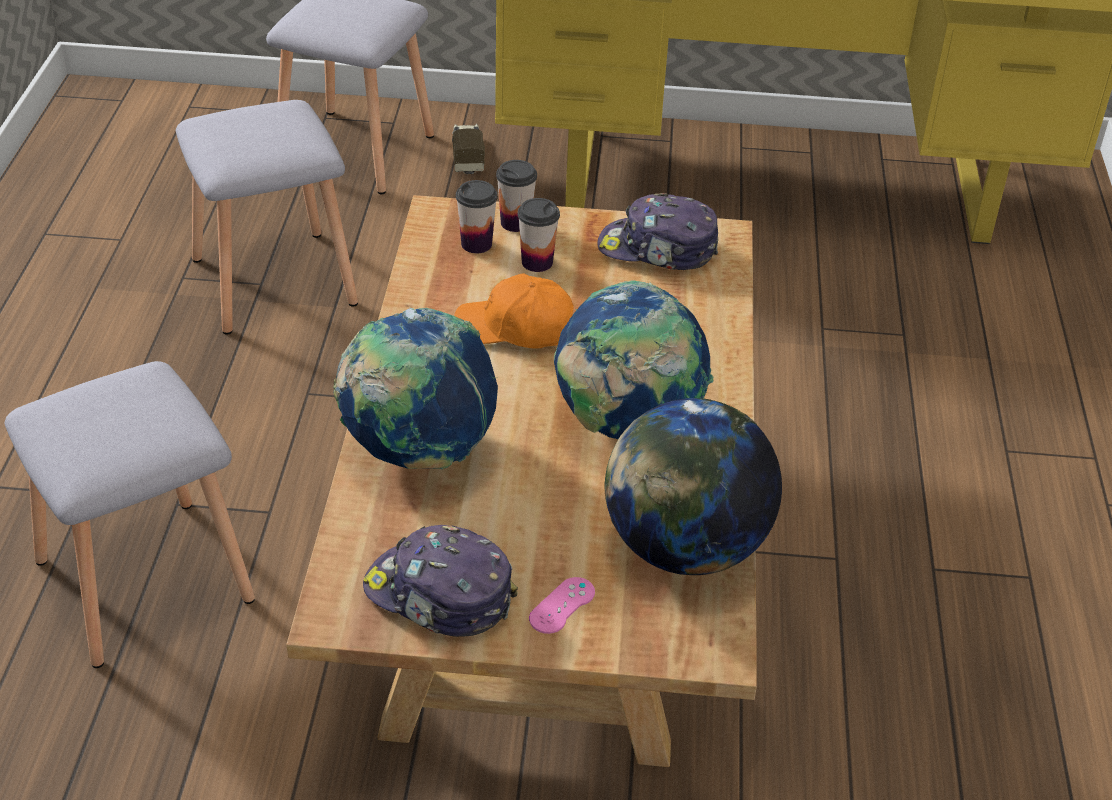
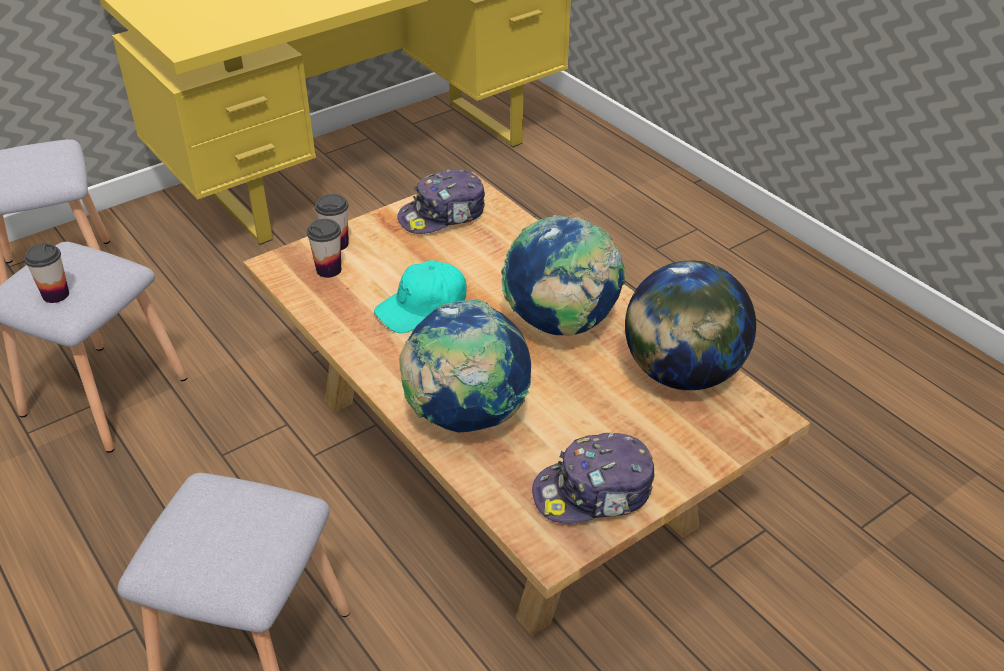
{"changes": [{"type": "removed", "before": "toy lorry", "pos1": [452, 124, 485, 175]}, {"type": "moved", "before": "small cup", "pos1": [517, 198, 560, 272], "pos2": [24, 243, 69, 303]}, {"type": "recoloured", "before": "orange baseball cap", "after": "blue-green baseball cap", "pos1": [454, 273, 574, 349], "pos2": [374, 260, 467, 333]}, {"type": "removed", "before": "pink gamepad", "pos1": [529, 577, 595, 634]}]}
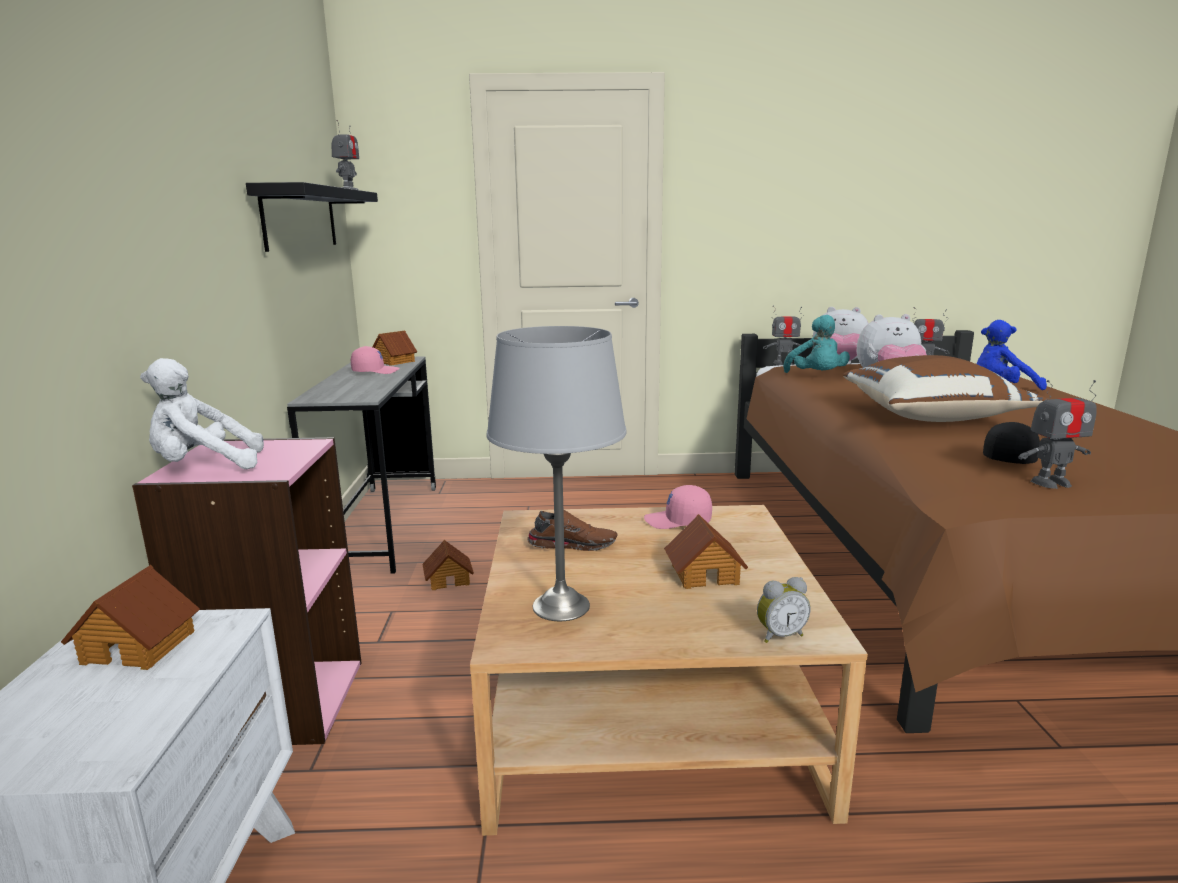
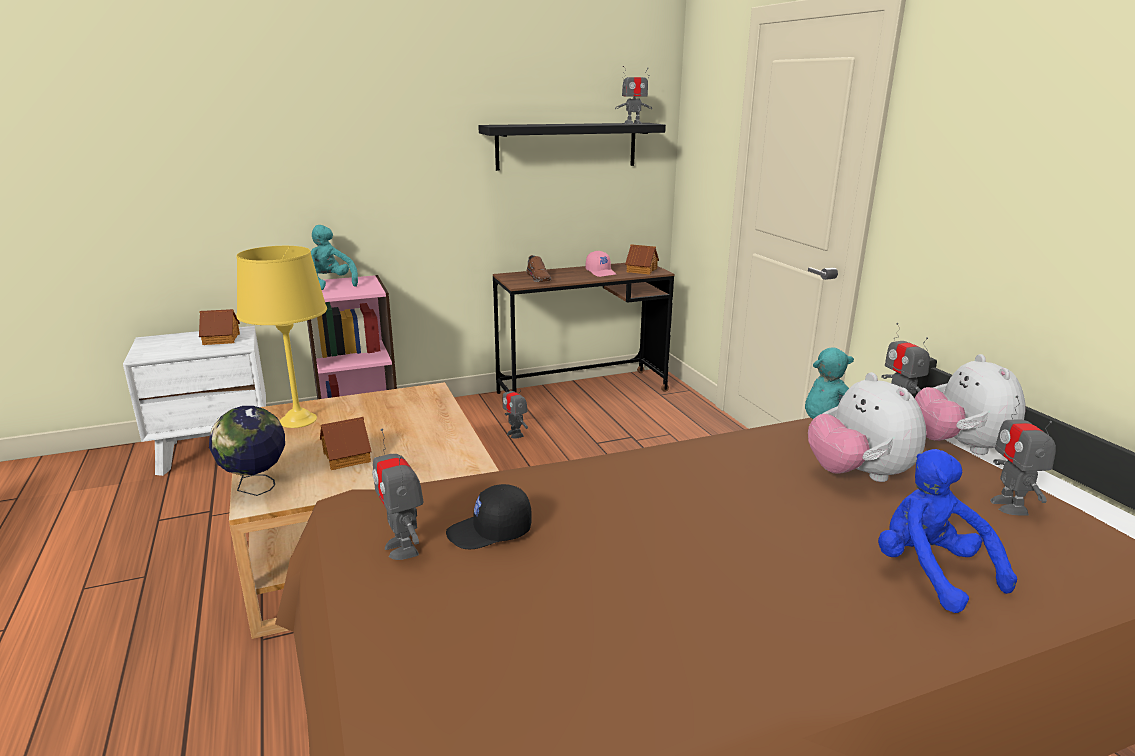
{"changes": [{"type": "recoloured", "before": "greyish table lamp", "after": "yellowish table lamp", "pos1": [486, 326, 627, 621], "pos2": [236, 246, 327, 428]}, {"type": "removed", "before": "brown-coloured cushion", "pos1": [843, 355, 1048, 422]}, {"type": "recoloured", "before": "greyish desk table", "after": "brown-coloured desk table", "pos1": [287, 356, 436, 574], "pos2": [493, 263, 674, 394]}, {"type": "recoloured", "before": "white-coloured soft toy", "after": "blue-green soft toy", "pos1": [140, 358, 264, 469], "pos2": [311, 225, 358, 290]}, {"type": "turned", "before": "black-coloured baseball cap", "pos1": [983, 422, 1040, 464], "pos2": [446, 484, 532, 549], "turn": 150}, {"type": "removed", "before": "pink baseball cap", "pos1": [644, 485, 712, 529]}, {"type": "moved", "before": "brown-coloured low shoe", "pos1": [527, 510, 617, 551], "pos2": [526, 255, 552, 282]}, {"type": "replaced", "before": "miniature house", "after": "toy robot", "pos1": [423, 540, 474, 590], "pos2": [503, 380, 528, 439]}, {"type": "replaced", "before": "alarm clock", "after": "globe", "pos1": [757, 577, 811, 643], "pos2": [209, 406, 285, 496]}]}
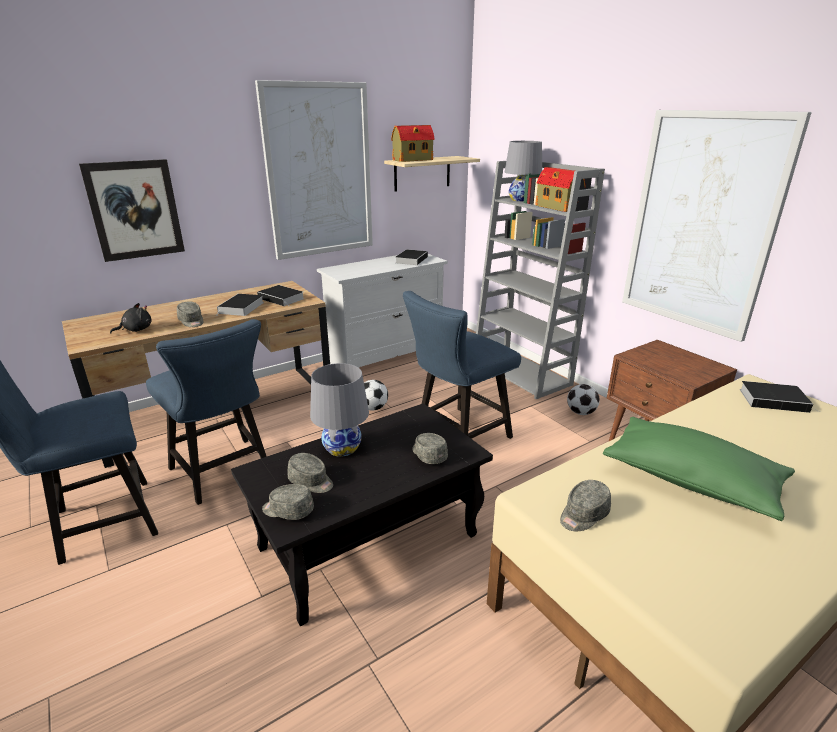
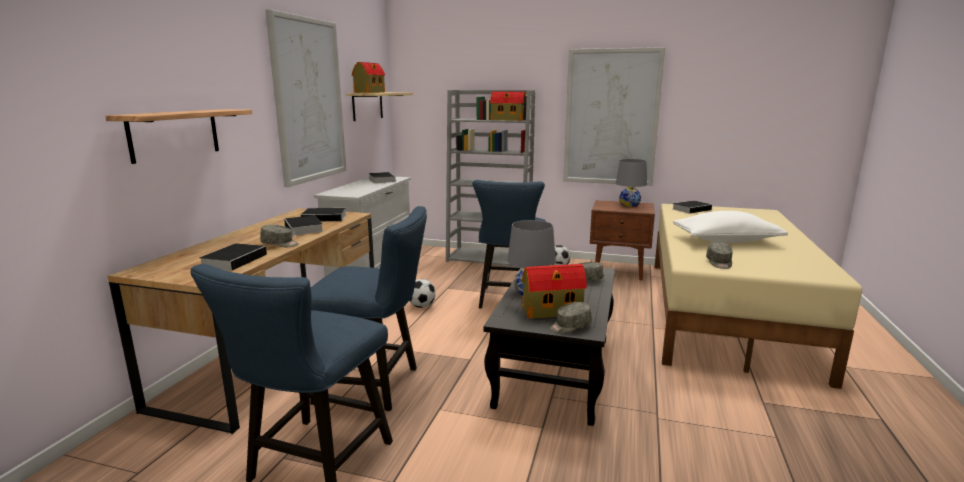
{"changes": [{"type": "moved", "before": "greyish table lamp", "pos1": [505, 141, 542, 202], "pos2": [615, 159, 647, 207]}, {"type": "replaced", "before": "wall picture", "after": "shelf", "pos1": [79, 159, 185, 262], "pos2": [105, 109, 252, 164]}, {"type": "replaced", "before": "black-coloured soft toy", "after": "book", "pos1": [110, 303, 152, 333], "pos2": [199, 243, 267, 271]}, {"type": "recoloured", "before": "green-coloured cushion", "after": "white-coloured cushion", "pos1": [603, 417, 795, 521], "pos2": [673, 211, 788, 243]}, {"type": "replaced", "before": "greyish baseball cap", "after": "miniature house", "pos1": [287, 453, 333, 493], "pos2": [522, 264, 587, 319]}]}
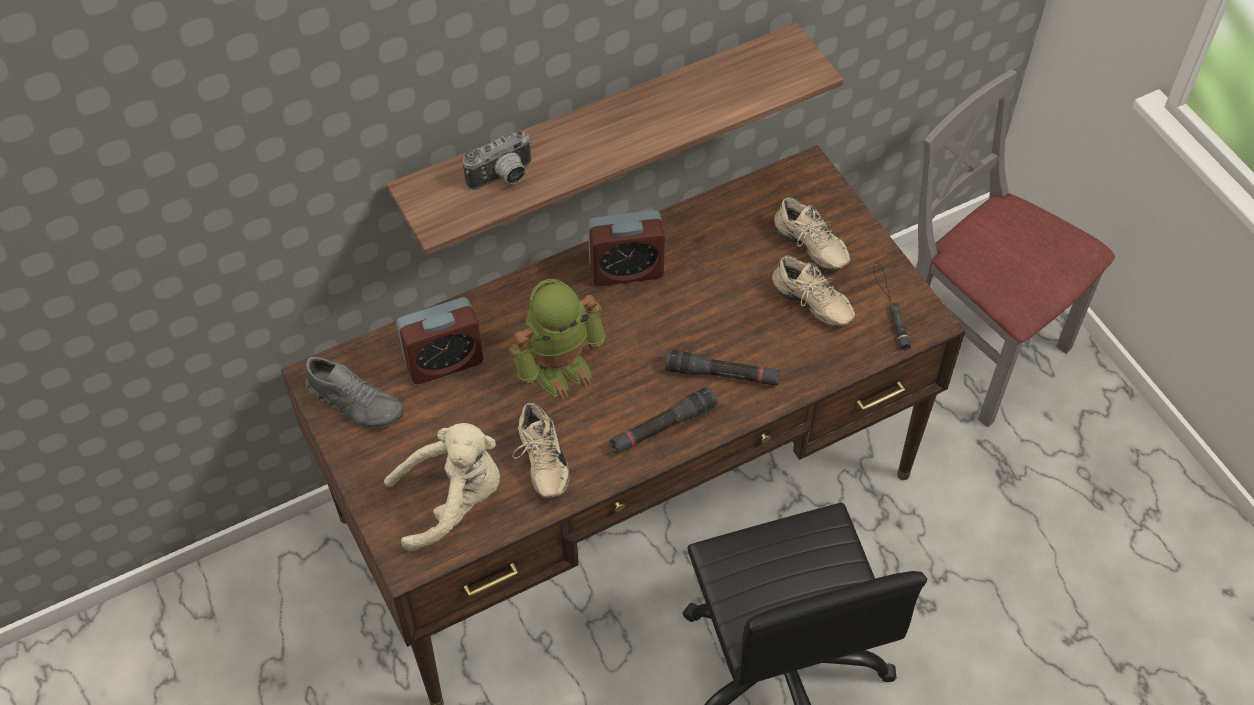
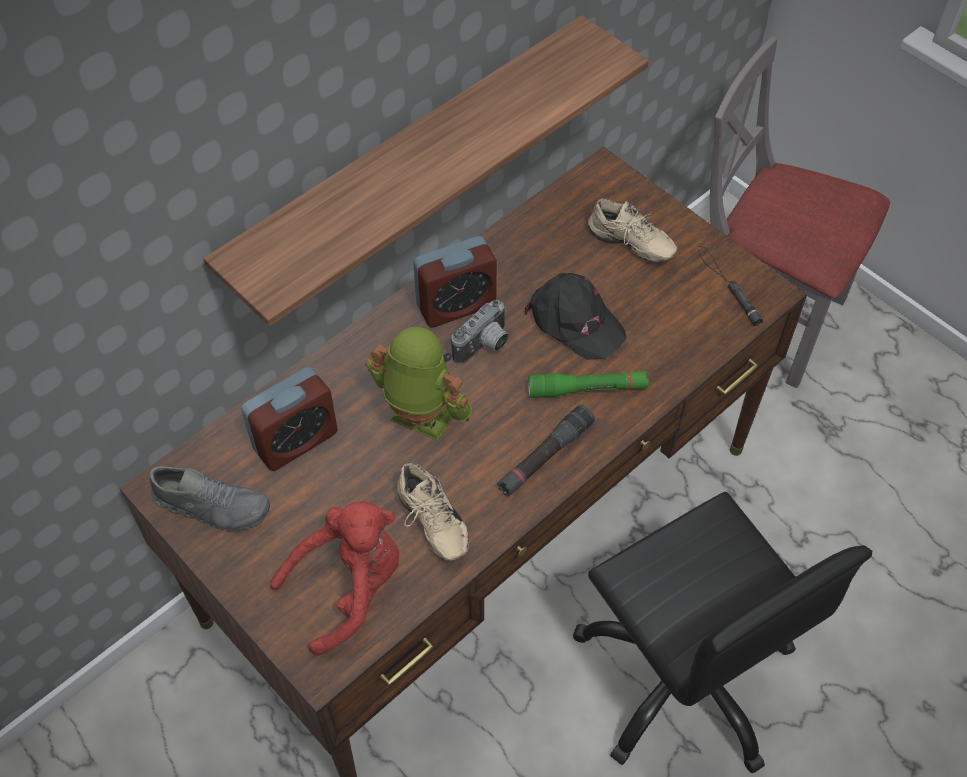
{"changes": [{"type": "moved", "before": "still camera", "pos1": [463, 131, 532, 190], "pos2": [451, 300, 509, 365]}, {"type": "removed", "before": "beige low shoe", "pos1": [772, 255, 855, 327]}, {"type": "turned", "before": "toy robot", "pos1": [509, 279, 606, 400], "pos2": [365, 327, 472, 441], "turn": -105}, {"type": "recoloured", "before": "black-coloured torch", "after": "green-coloured torch", "pos1": [665, 349, 780, 386], "pos2": [528, 371, 649, 398]}, {"type": "recoloured", "before": "beige soft toy", "after": "reddish soft toy", "pos1": [384, 423, 500, 551], "pos2": [270, 501, 400, 655]}, {"type": "added", "after": "black-coloured baseball cap", "pos2": [525, 273, 627, 360]}]}
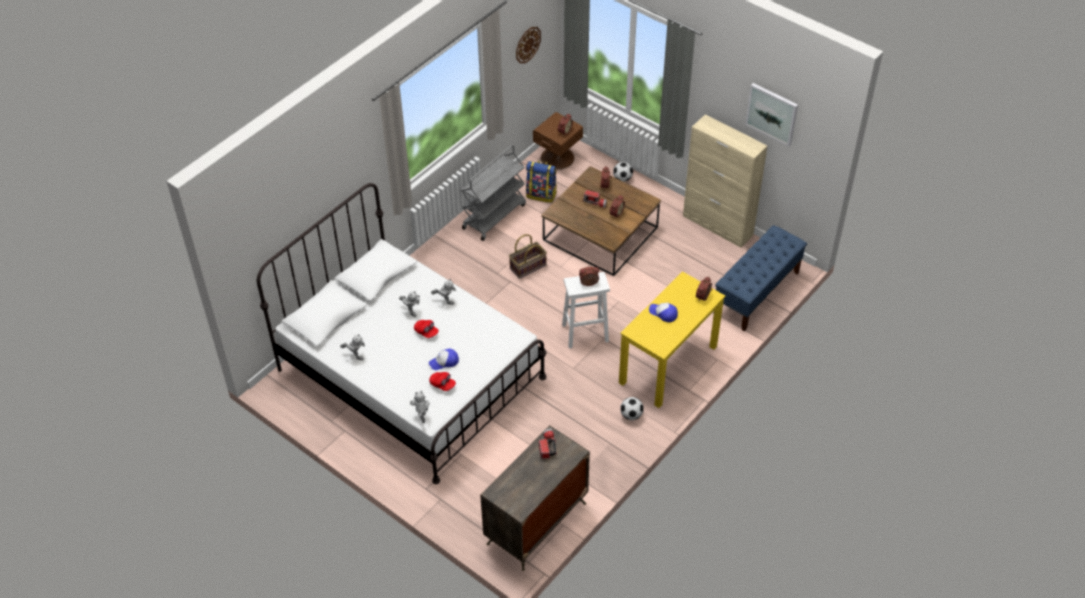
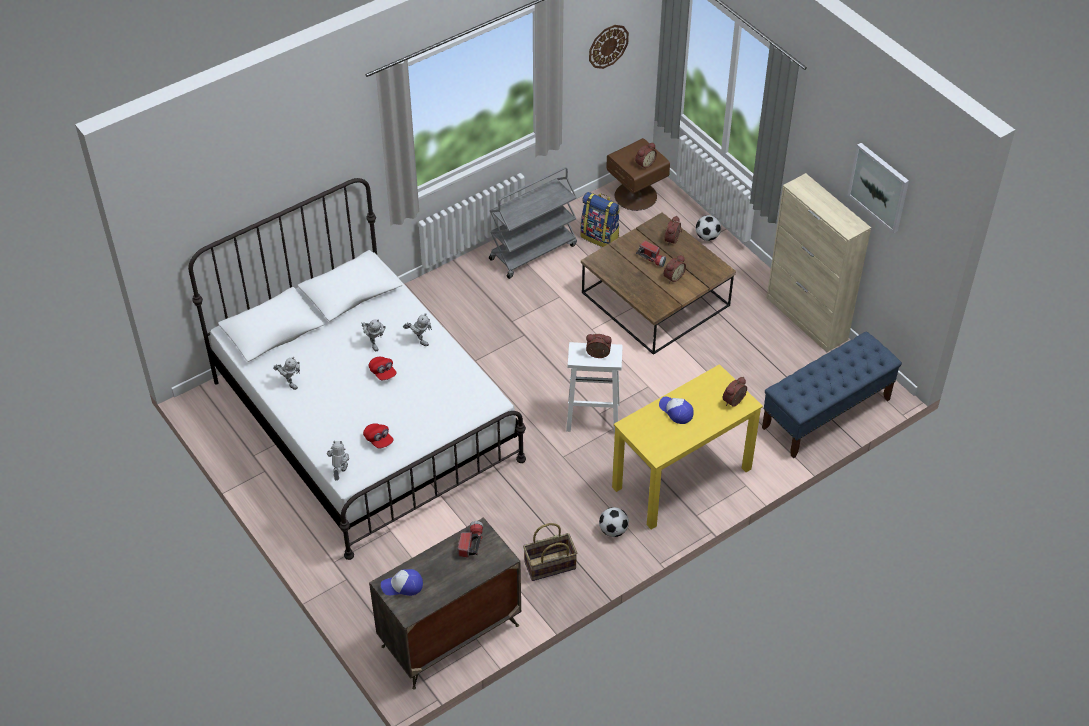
{"changes": [{"type": "moved", "before": "basket", "pos1": [509, 234, 547, 279], "pos2": [523, 523, 577, 581]}, {"type": "moved", "before": "baseball cap", "pos1": [429, 349, 459, 370], "pos2": [381, 569, 423, 596]}]}
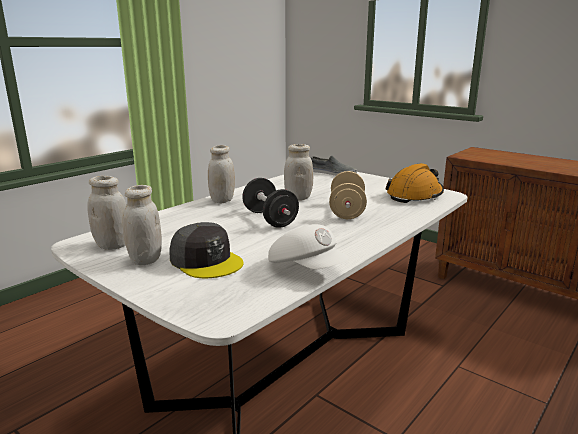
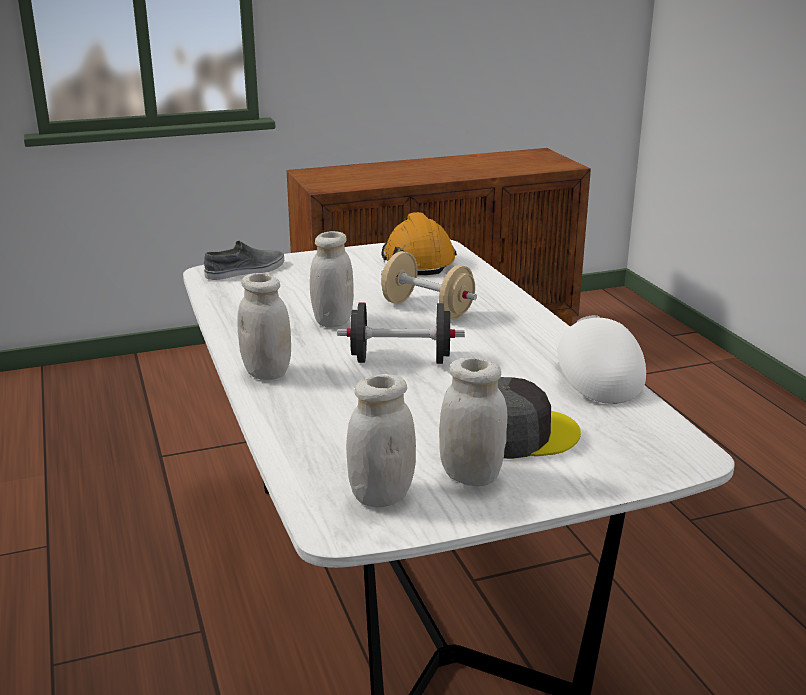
{"changes": [{"type": "turned", "before": "white-coloured baseball cap", "pos1": [268, 224, 349, 269], "pos2": [556, 315, 646, 404], "turn": -90}]}
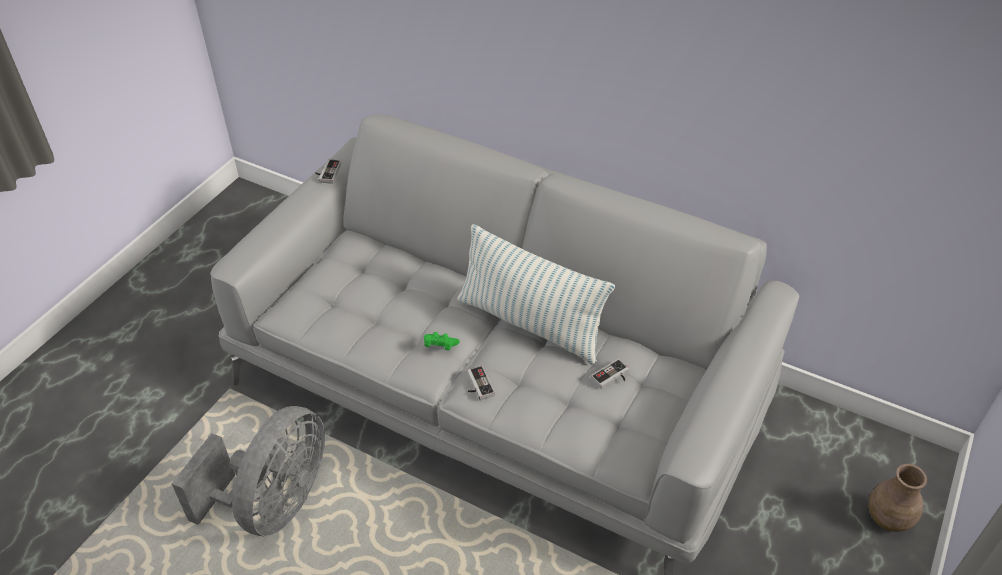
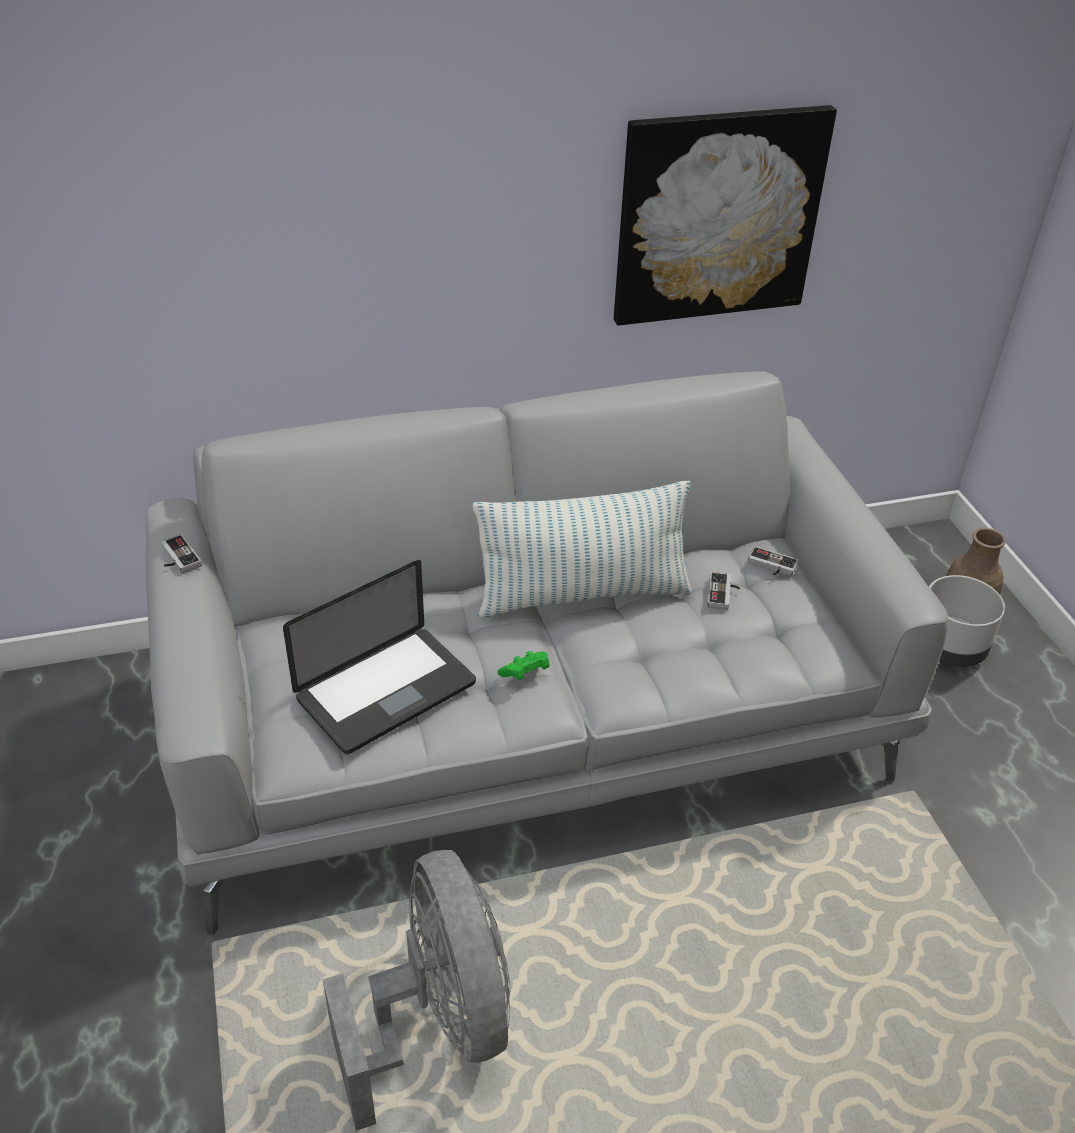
{"changes": [{"type": "moved", "before": "gamepad", "pos1": [467, 366, 495, 400], "pos2": [748, 546, 798, 576]}, {"type": "added", "after": "wall picture", "pos2": [614, 105, 837, 326]}, {"type": "added", "after": "laptop", "pos2": [283, 560, 476, 754]}, {"type": "added", "after": "greyish planter", "pos2": [929, 575, 1005, 667]}]}
